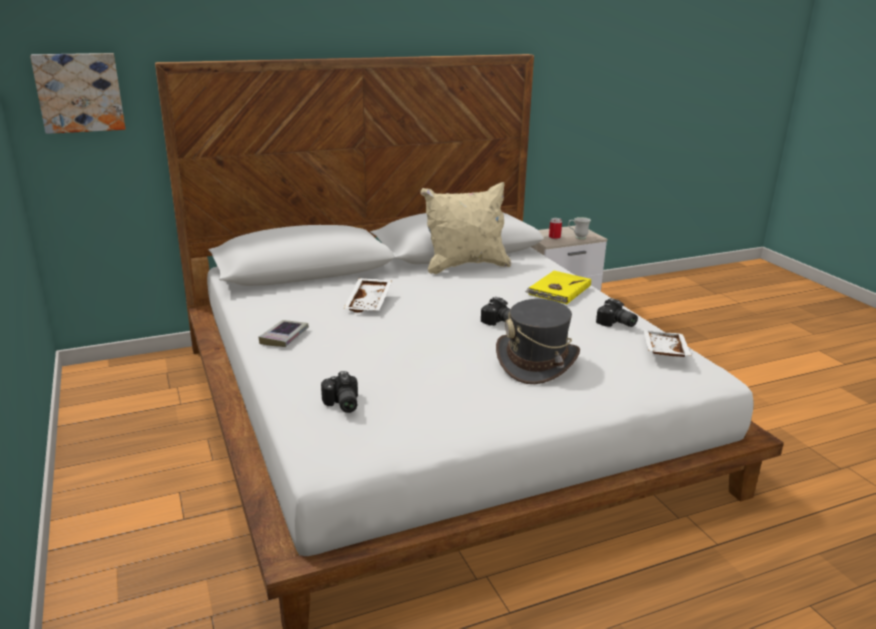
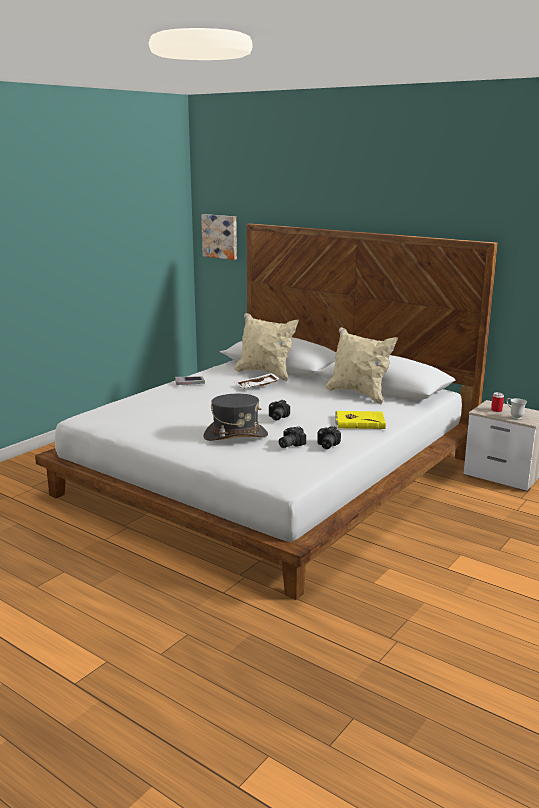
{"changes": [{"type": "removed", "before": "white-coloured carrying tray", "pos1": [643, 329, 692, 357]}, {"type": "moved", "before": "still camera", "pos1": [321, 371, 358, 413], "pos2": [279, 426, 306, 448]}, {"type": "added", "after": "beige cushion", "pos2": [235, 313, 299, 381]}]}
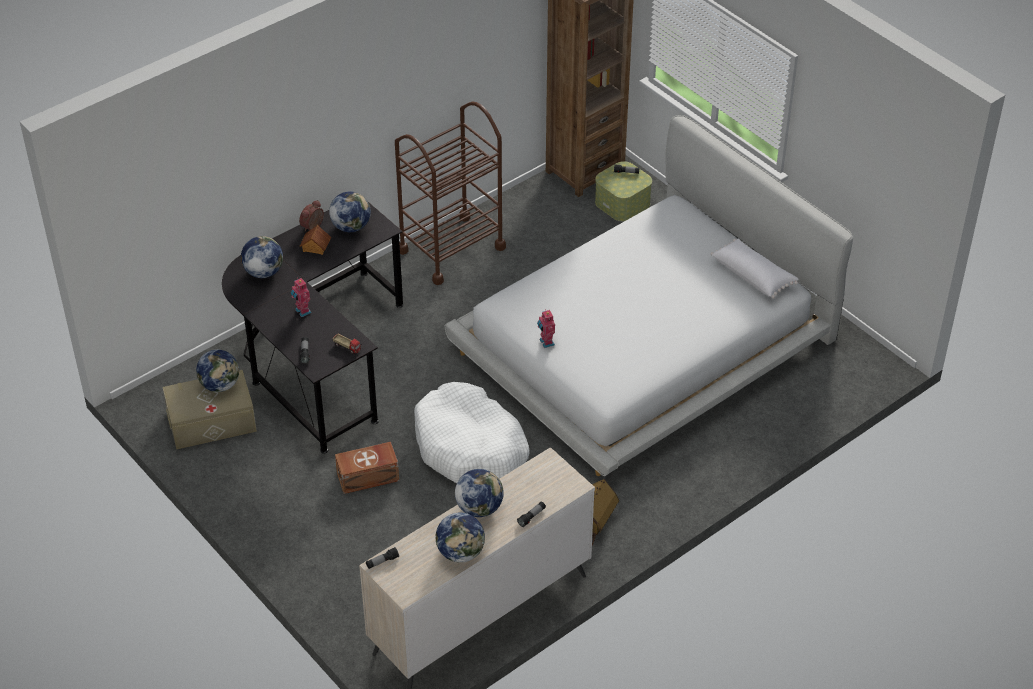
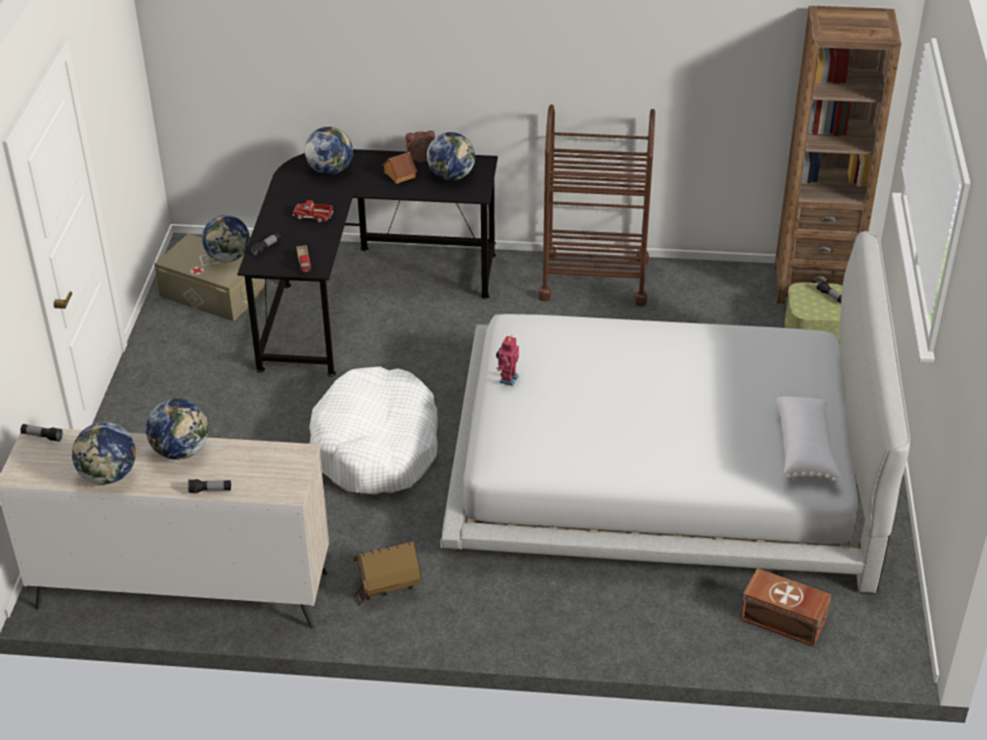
{"changes": [{"type": "replaced", "before": "toy robot", "after": "toy lorry", "pos1": [291, 278, 311, 317], "pos2": [292, 200, 333, 222]}, {"type": "moved", "before": "brown-coloured storage bin", "pos1": [335, 442, 399, 494], "pos2": [740, 568, 831, 647]}]}
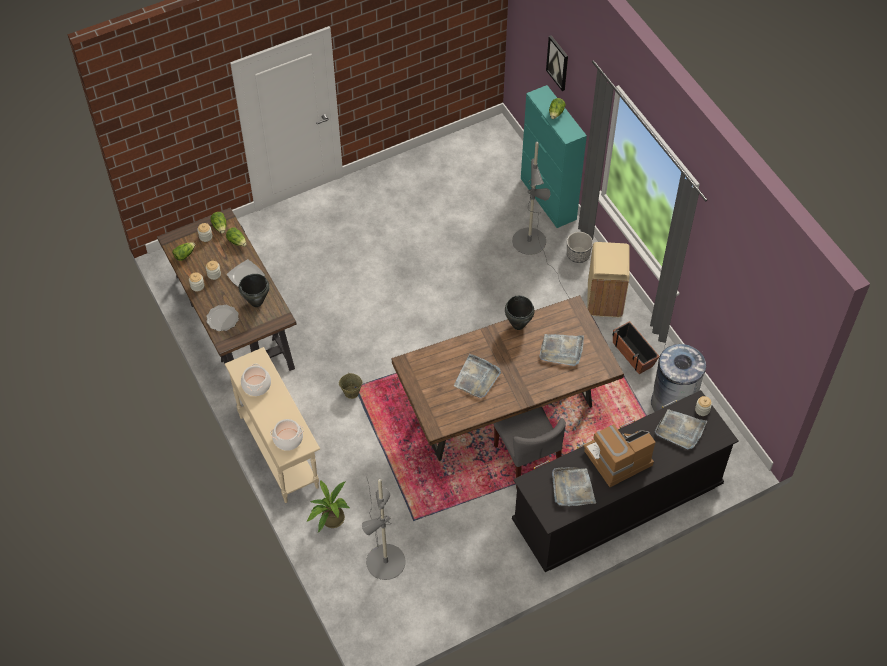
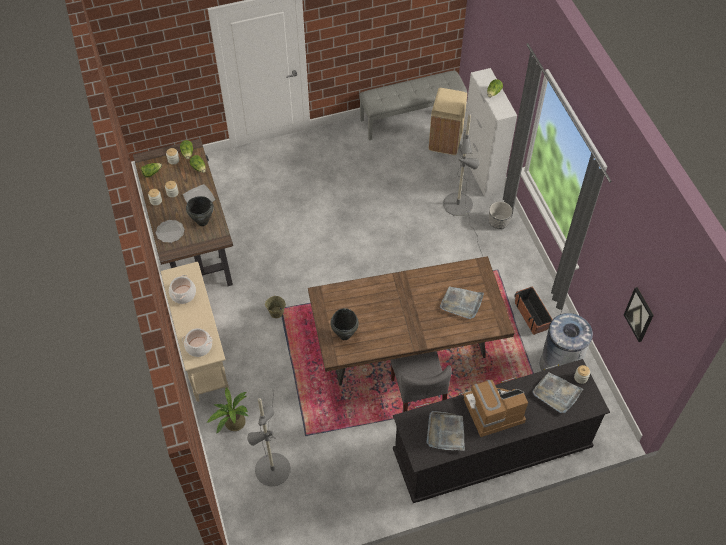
{"changes": [{"type": "moved", "before": "wall picture", "pos1": [546, 35, 568, 91], "pos2": [624, 287, 654, 342]}, {"type": "recoloured", "before": "blue-green cupboard", "after": "white-coloured cupboard", "pos1": [521, 85, 587, 228], "pos2": [461, 68, 517, 197]}, {"type": "moved", "before": "beige trash can", "pos1": [587, 242, 629, 317], "pos2": [429, 88, 467, 155]}, {"type": "moved", "before": "black-coloured saucepot", "pos1": [505, 295, 535, 330], "pos2": [330, 308, 359, 340]}, {"type": "removed", "before": "greyish carrying tray", "pos1": [454, 354, 501, 398]}, {"type": "added", "after": "greyish long seat", "pos2": [359, 71, 468, 140]}]}
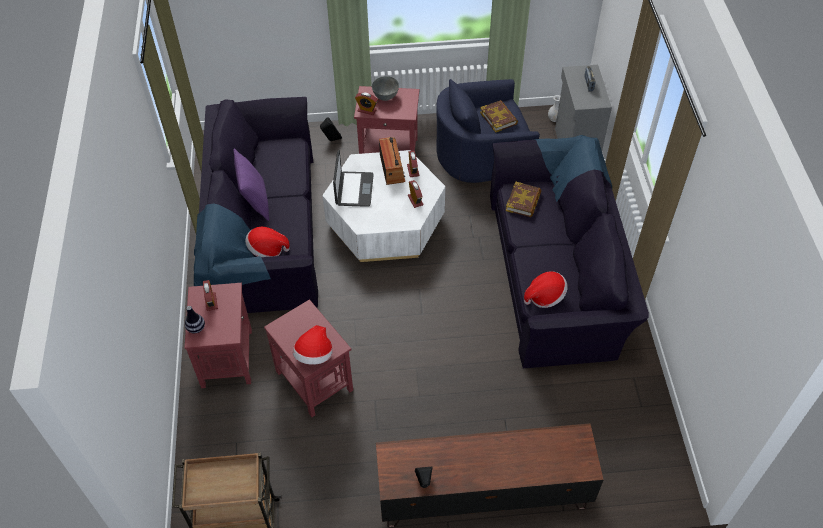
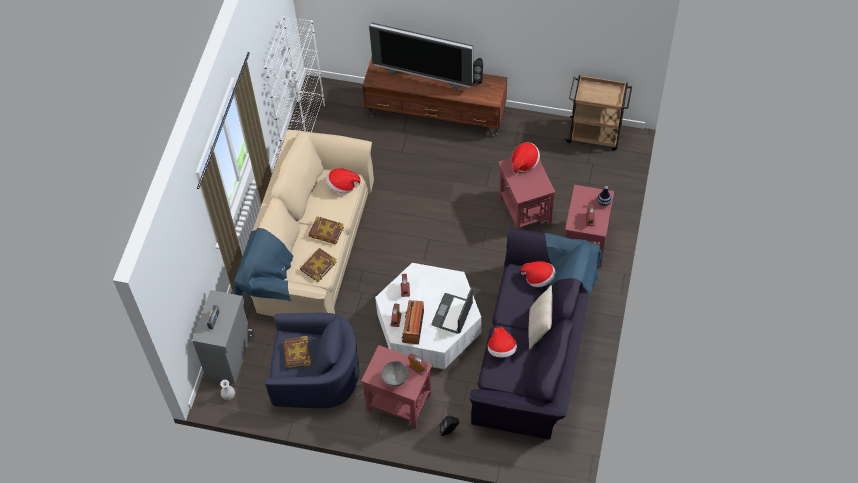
{"changes": [{"type": "recoloured", "before": "black-coloured couch", "after": "beige couch", "pos1": [490, 135, 649, 368], "pos2": [233, 130, 374, 317]}, {"type": "recoloured", "before": "purple cushion", "after": "beige cushion", "pos1": [234, 149, 269, 221], "pos2": [528, 286, 553, 349]}, {"type": "added", "after": "white-coloured shelving unit", "pos2": [264, 16, 326, 147]}, {"type": "added", "after": "television", "pos2": [369, 22, 473, 89]}, {"type": "added", "after": "book", "pos2": [309, 216, 344, 244]}, {"type": "added", "after": "clothing hat", "pos2": [488, 327, 517, 358]}]}
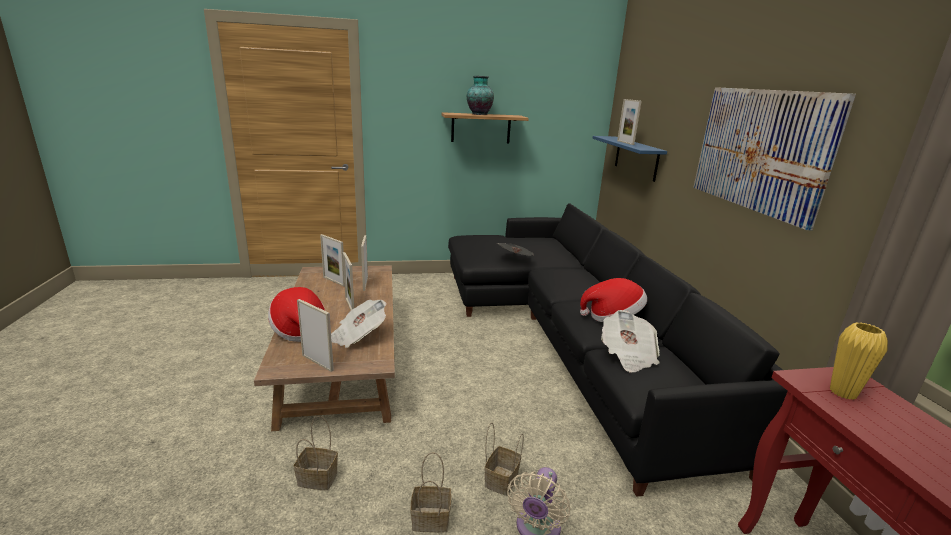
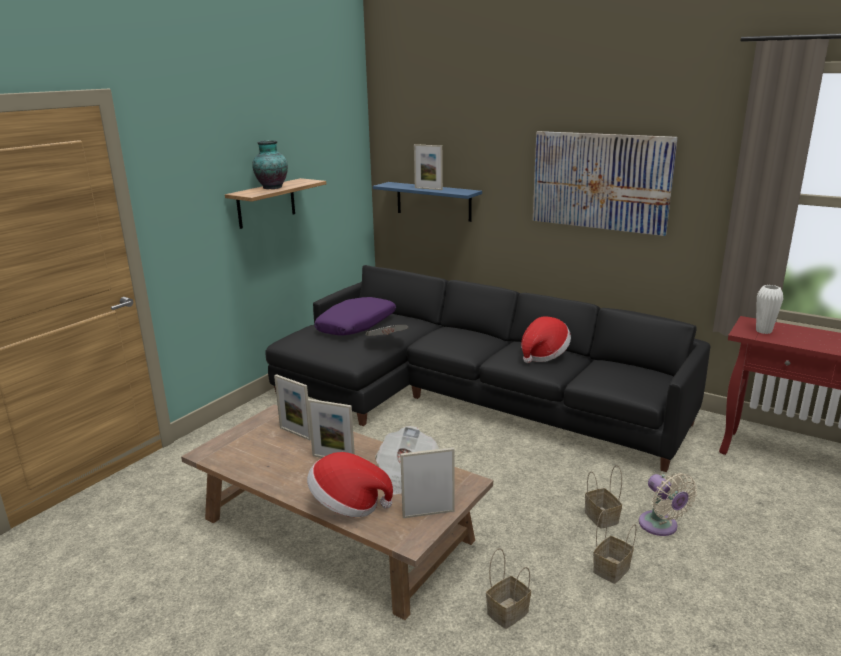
{"changes": [{"type": "removed", "before": "picture frame", "pos1": [320, 234, 345, 286]}, {"type": "removed", "before": "newspaper", "pos1": [601, 310, 660, 373]}, {"type": "recoloured", "before": "yellowish vase", "after": "white-coloured vase", "pos1": [830, 322, 888, 400], "pos2": [756, 285, 783, 334]}, {"type": "added", "after": "purple cushion", "pos2": [315, 297, 396, 336]}]}
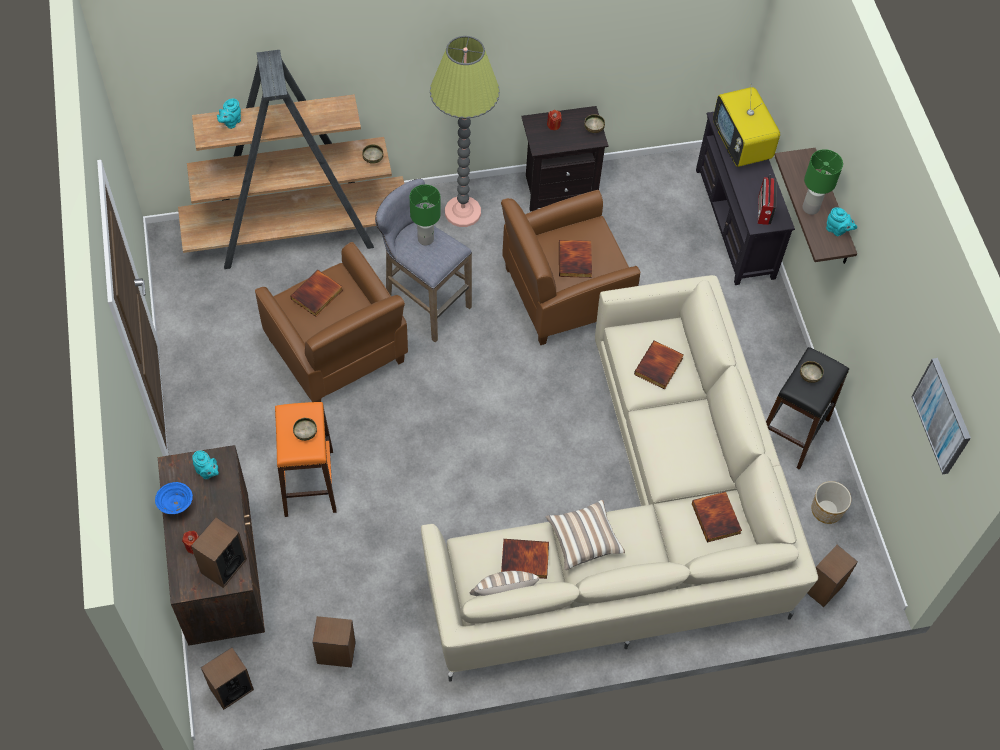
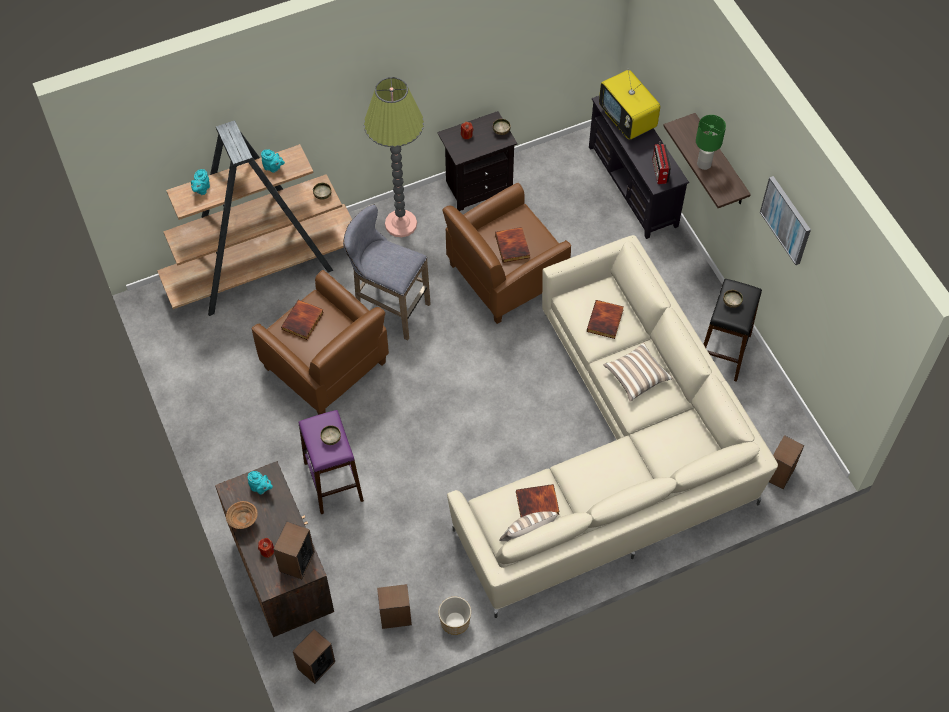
{"changes": [{"type": "removed", "before": "green-coloured table lamp", "pos1": [410, 185, 440, 245]}, {"type": "moved", "before": "blue-green tea pot", "pos1": [826, 207, 857, 236], "pos2": [261, 149, 285, 173]}, {"type": "moved", "before": "wall picture", "pos1": [911, 358, 971, 475], "pos2": [760, 176, 811, 265]}, {"type": "recoloured", "before": "orange stool", "after": "purple stool", "pos1": [275, 402, 337, 517], "pos2": [298, 410, 364, 514]}, {"type": "moved", "before": "planter", "pos1": [811, 481, 851, 524], "pos2": [438, 597, 471, 635]}, {"type": "recoloured", "before": "blue serving bowl", "after": "brown-coloured serving bowl", "pos1": [155, 482, 193, 514], "pos2": [226, 501, 258, 529]}, {"type": "removed", "before": "book", "pos1": [692, 492, 742, 542]}, {"type": "moved", "before": "cushion", "pos1": [546, 500, 625, 570], "pos2": [603, 343, 673, 402]}]}
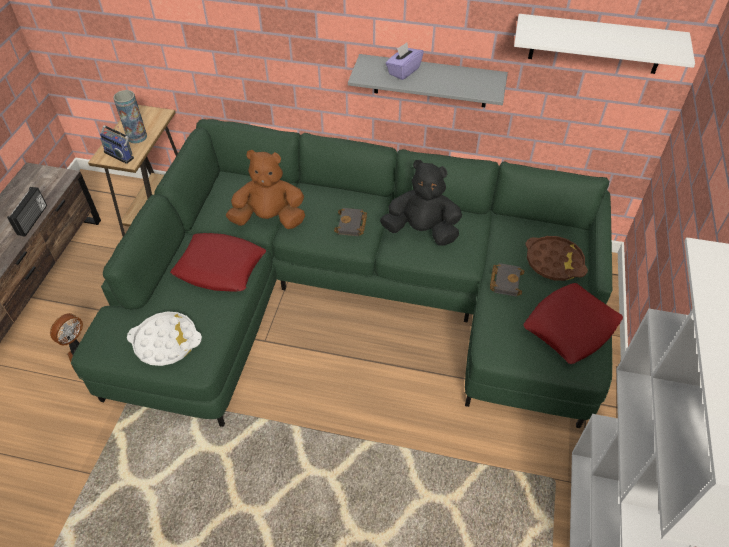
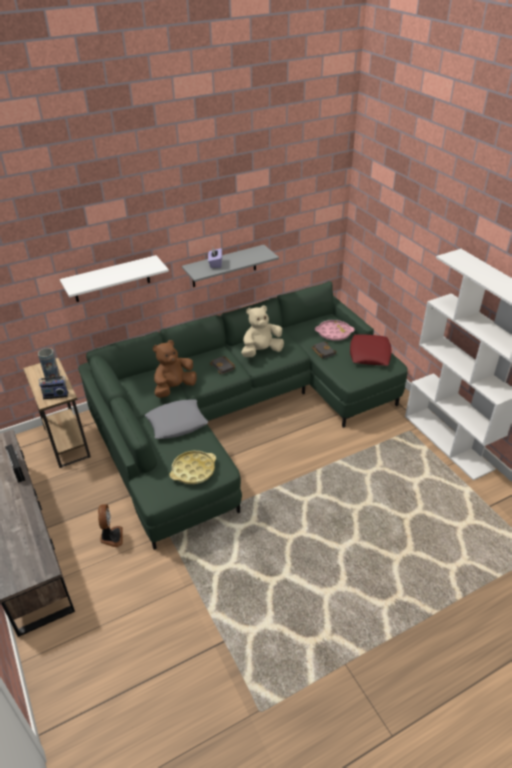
{"changes": [{"type": "moved", "before": "white-coloured shelf", "pos1": [514, 14, 695, 74], "pos2": [60, 255, 169, 302]}, {"type": "recoloured", "before": "black-coloured soft toy", "after": "beige soft toy", "pos1": [380, 160, 462, 246], "pos2": [241, 306, 284, 357]}, {"type": "recoloured", "before": "reddish cushion", "after": "greyish cushion", "pos1": [170, 233, 266, 291], "pos2": [145, 399, 208, 439]}, {"type": "recoloured", "before": "brown-coloured carrying tray", "after": "pink carrying tray", "pos1": [525, 236, 588, 281], "pos2": [315, 320, 354, 341]}, {"type": "recoloured", "before": "white-coloured carrying tray", "after": "yellowish carrying tray", "pos1": [127, 312, 202, 366], "pos2": [169, 451, 216, 484]}]}
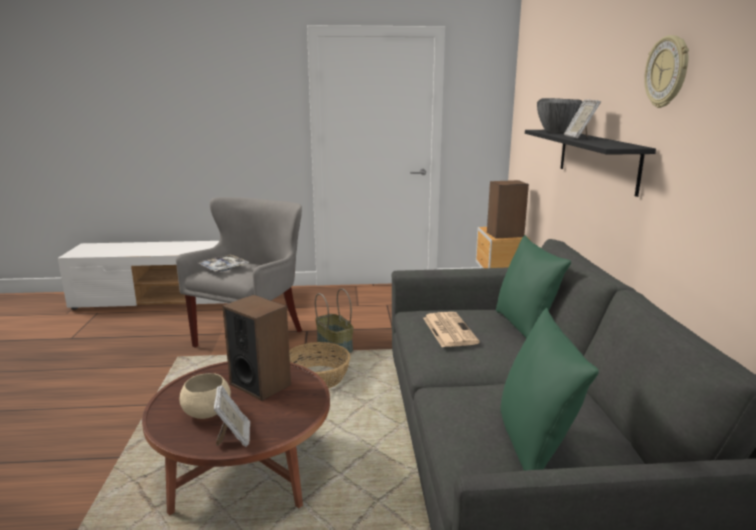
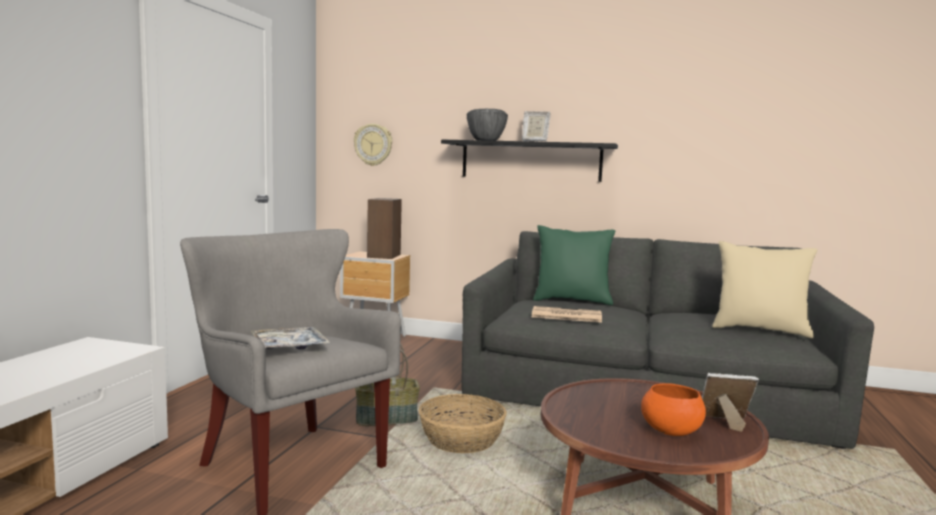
{"changes": [{"type": "moved", "before": "wall clock", "pos1": [644, 35, 689, 108], "pos2": [354, 124, 392, 166]}, {"type": "removed", "before": "speaker", "pos1": [222, 294, 291, 401]}, {"type": "recoloured", "before": "green-coloured cushion", "after": "beige cushion", "pos1": [500, 308, 599, 471], "pos2": [712, 241, 817, 338]}, {"type": "recoloured", "before": "beige serving bowl", "after": "orange serving bowl", "pos1": [179, 373, 231, 419], "pos2": [641, 383, 706, 436]}]}
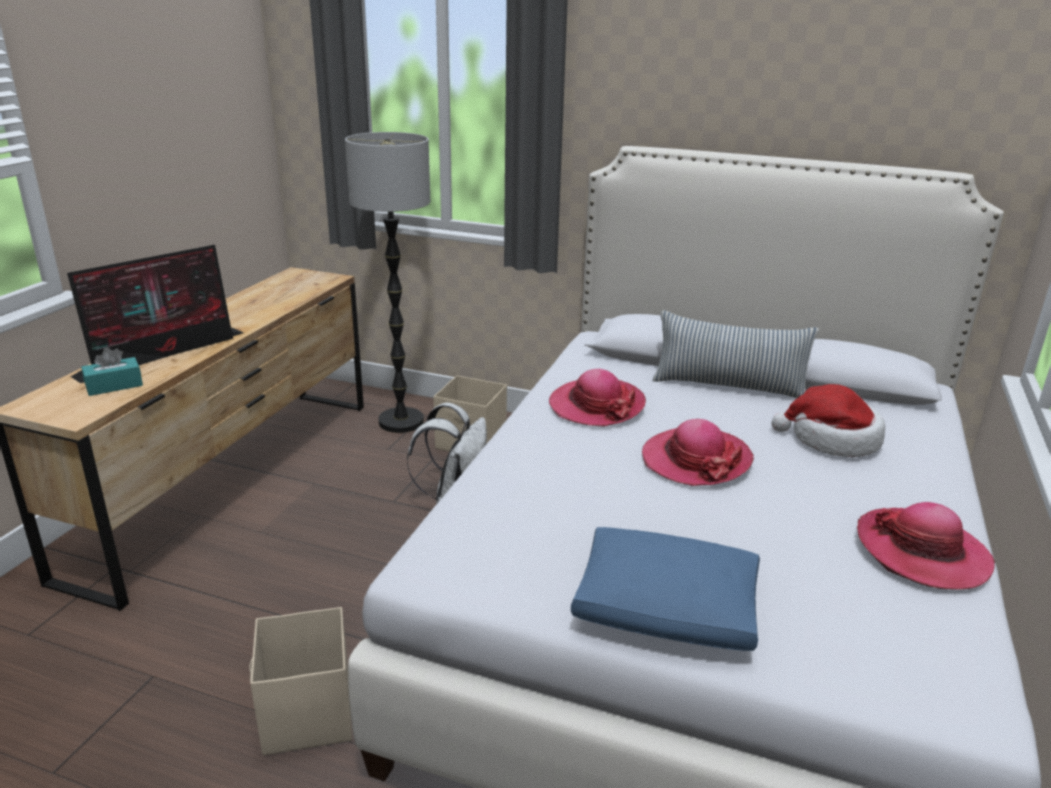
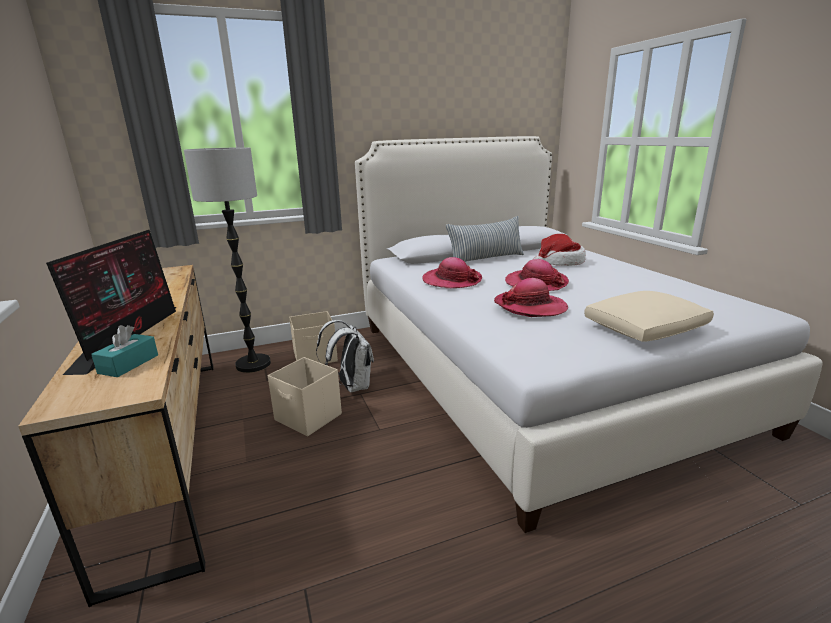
{"changes": [{"type": "moved", "before": "clothing hat", "pos1": [857, 502, 995, 590], "pos2": [494, 278, 568, 317]}, {"type": "recoloured", "before": "blue cushion", "after": "beige cushion", "pos1": [571, 527, 760, 651], "pos2": [584, 291, 714, 342]}, {"type": "moved", "before": "beige storage bin", "pos1": [249, 607, 352, 755], "pos2": [268, 357, 342, 436]}]}
